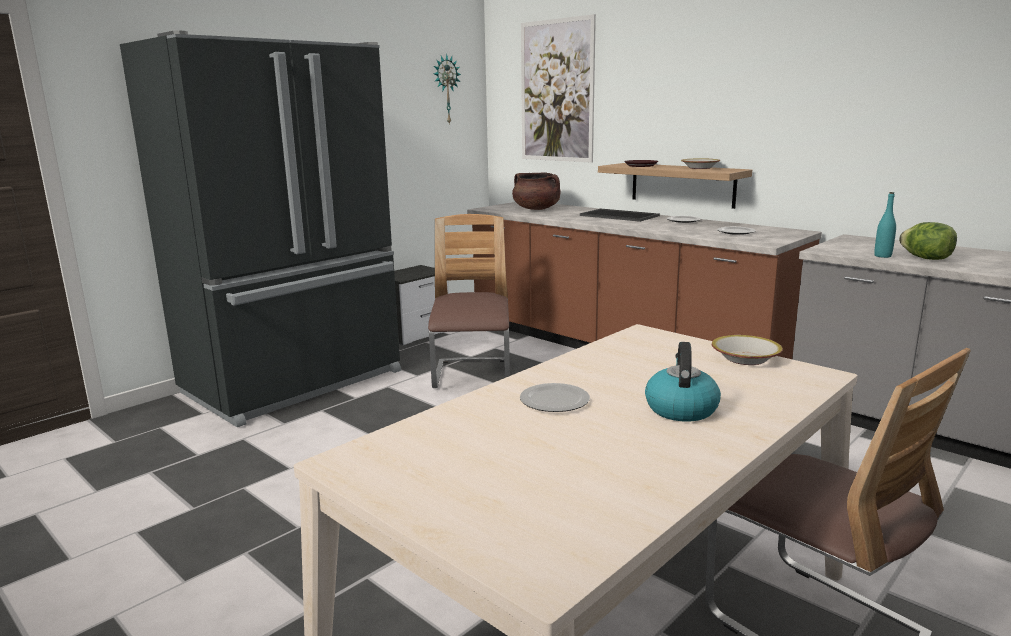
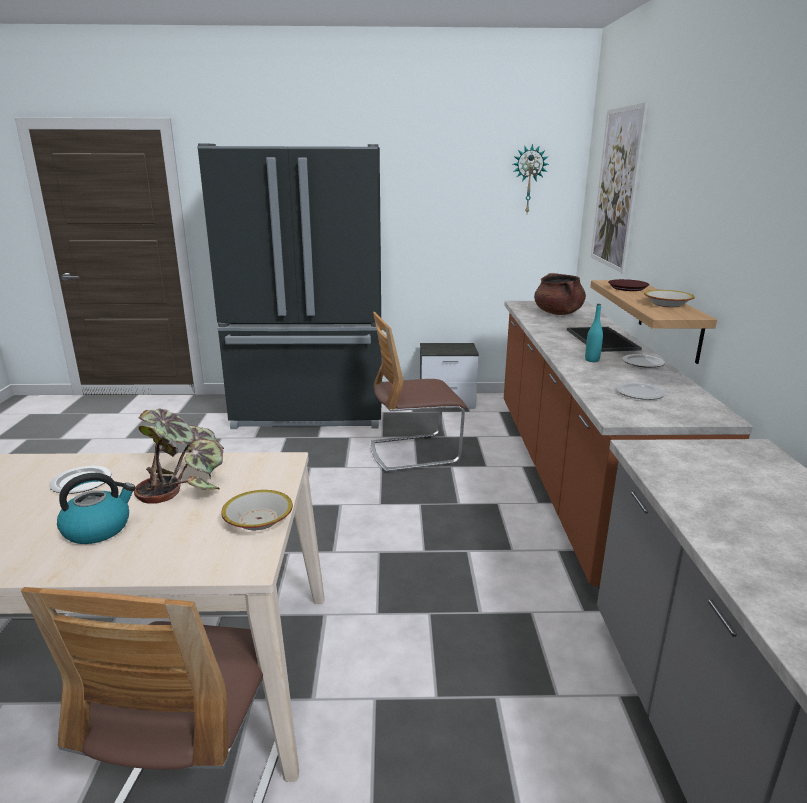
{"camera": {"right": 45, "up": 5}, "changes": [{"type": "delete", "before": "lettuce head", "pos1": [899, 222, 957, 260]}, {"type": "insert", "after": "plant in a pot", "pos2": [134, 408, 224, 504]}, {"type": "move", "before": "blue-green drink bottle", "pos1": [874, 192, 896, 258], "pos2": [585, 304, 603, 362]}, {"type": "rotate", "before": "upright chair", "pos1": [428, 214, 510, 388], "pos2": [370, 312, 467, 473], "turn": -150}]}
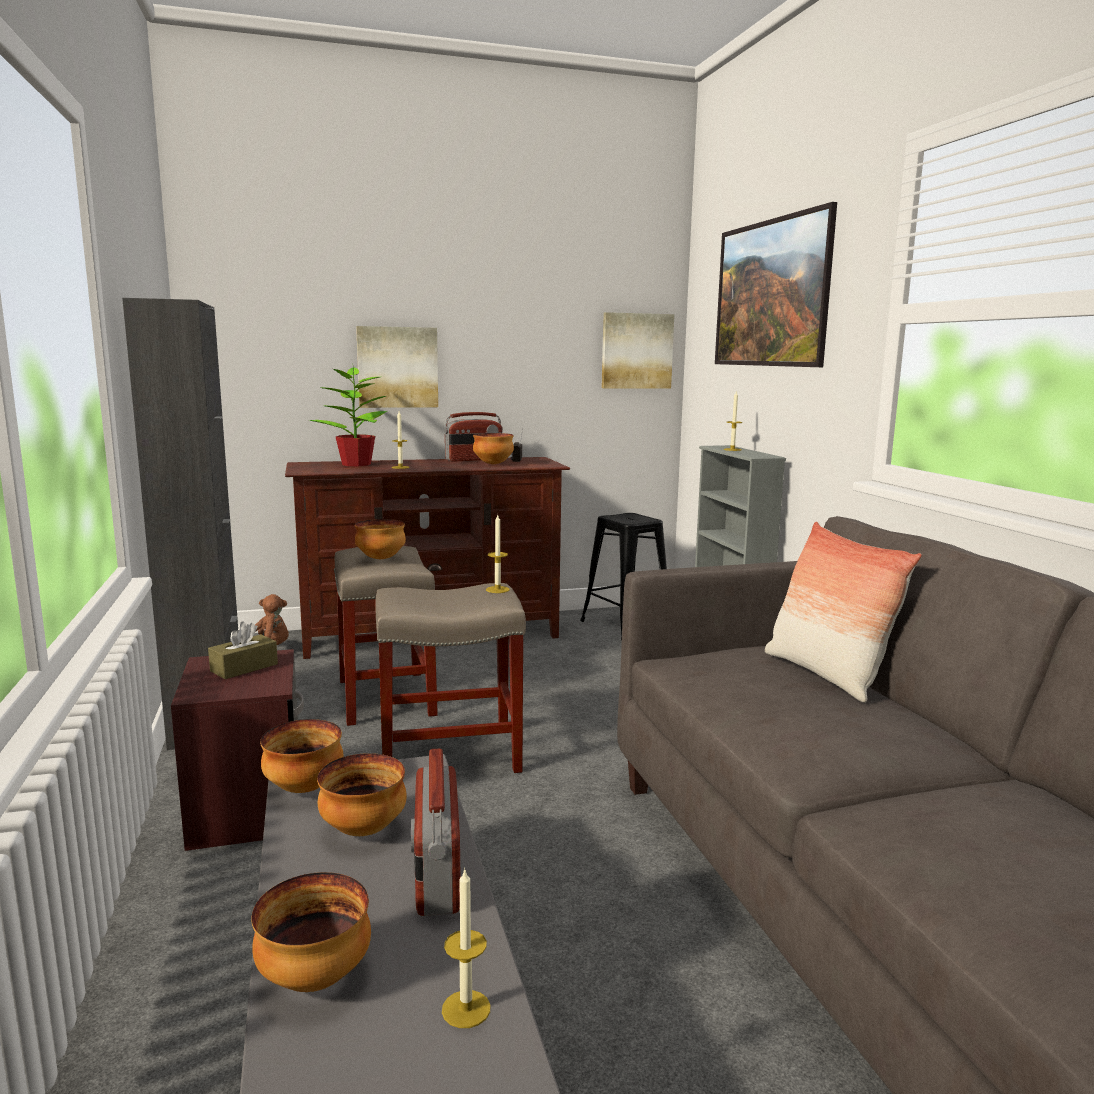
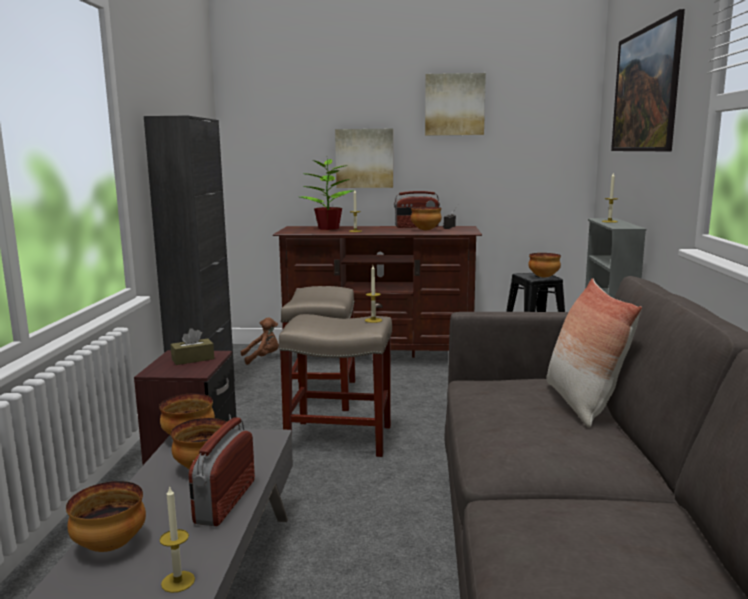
{"camera": {"right": 20, "up": 0}, "changes": [{"type": "move", "before": "serving bowl", "pos1": [355, 519, 406, 559], "pos2": [528, 253, 561, 278]}, {"type": "move", "before": "wall picture", "pos1": [602, 312, 674, 389], "pos2": [425, 73, 486, 136]}]}
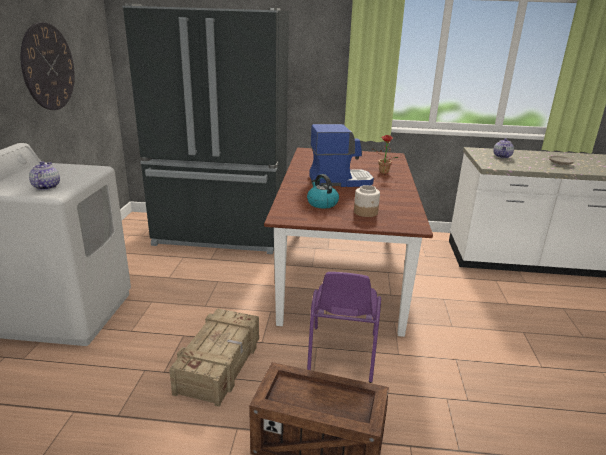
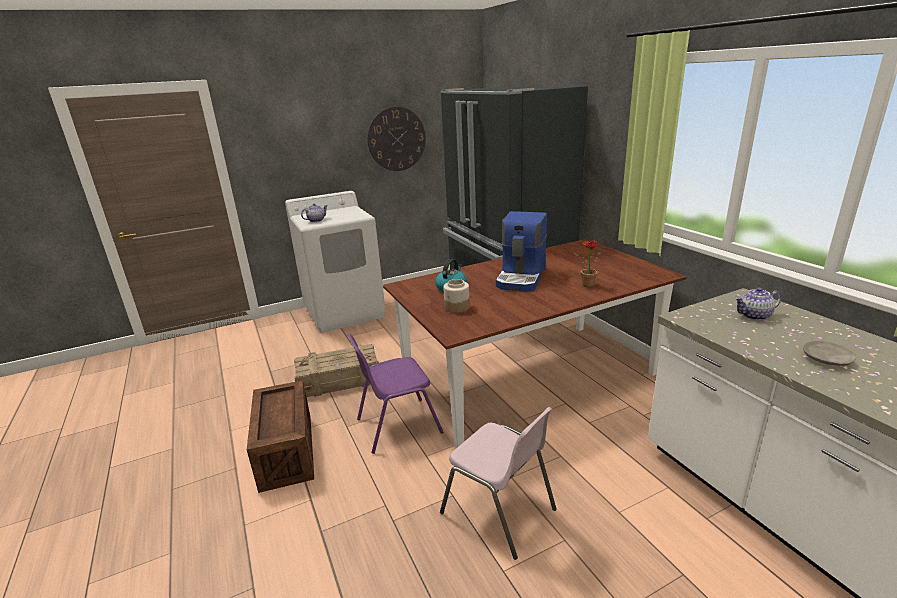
{"camera": {"right": 60, "up": 0}, "changes": [{"type": "insert", "after": "pink upright chair", "pos2": [440, 407, 557, 560]}, {"type": "rotate", "before": "coffee maker", "pos1": [309, 124, 374, 187], "pos2": [496, 211, 547, 292], "turn": 60}]}
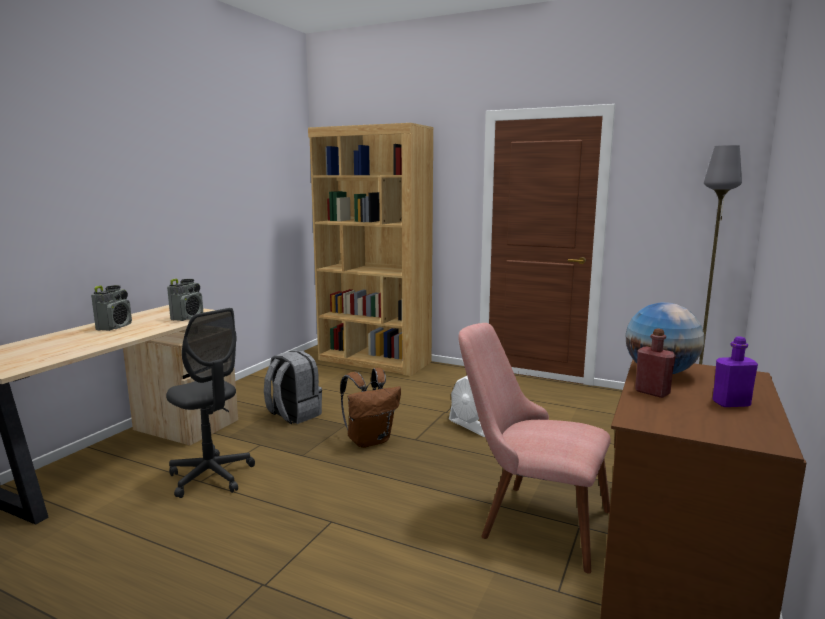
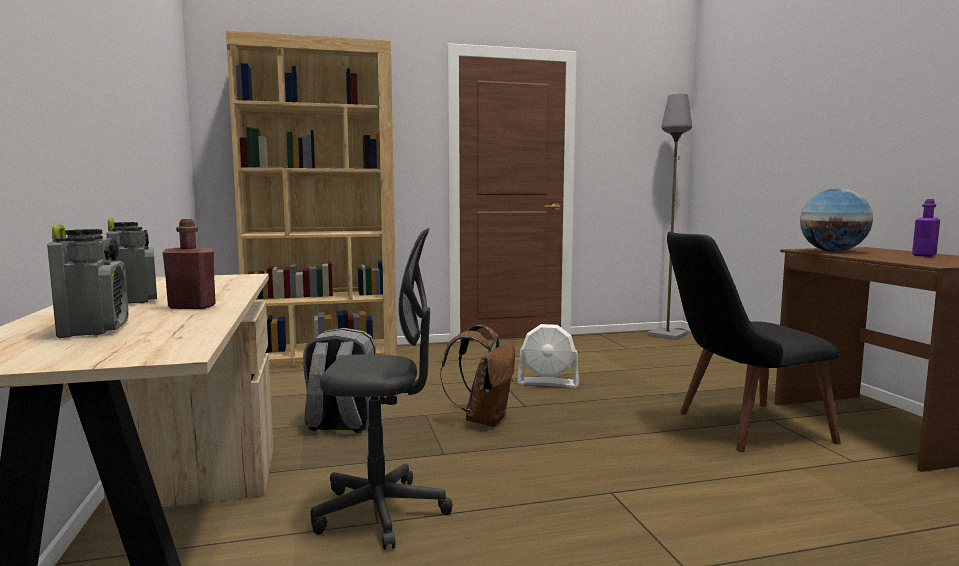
{"camera": {"right": -40, "up": -5}, "changes": [{"type": "move", "before": "radio", "pos1": [167, 279, 203, 321], "pos2": [47, 225, 129, 338]}, {"type": "move", "before": "red-coloured drink bottle", "pos1": [635, 328, 676, 398], "pos2": [163, 219, 216, 309]}, {"type": "recolor", "before": "pink upright chair", "after": "blackish upright chair", "pos1": [458, 323, 611, 574], "pos2": [667, 231, 841, 452]}]}
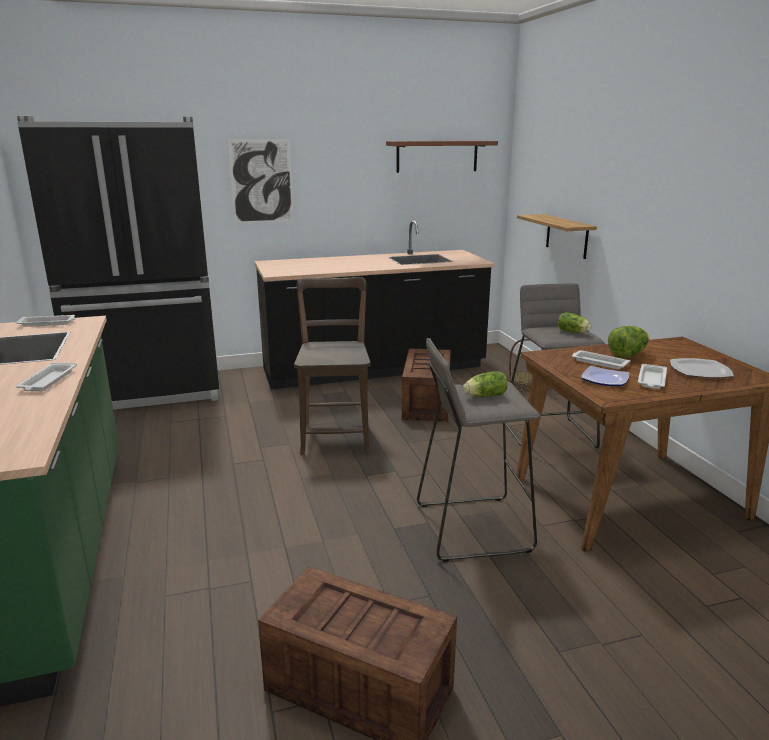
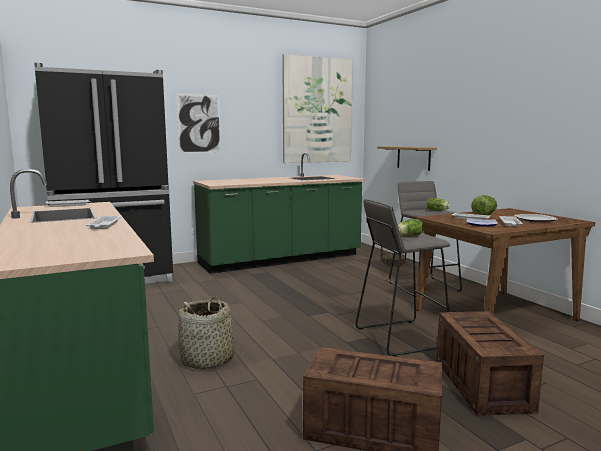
{"camera": {"right": -10, "up": -10}, "changes": [{"type": "delete", "before": "brownish upright chair", "pos1": [294, 277, 371, 455]}, {"type": "insert", "after": "household basket", "pos2": [178, 296, 243, 370]}, {"type": "move", "before": "crate", "pos1": [402, 348, 451, 422], "pos2": [436, 311, 544, 416]}, {"type": "replace", "before": "brownish shelf", "after": "wall picture", "pos1": [386, 141, 498, 173], "pos2": [282, 54, 353, 163]}, {"type": "recolor", "before": "blackish kitchen counter", "after": "greenish kitchen counter", "pos1": [255, 220, 495, 389], "pos2": [193, 152, 365, 274]}]}
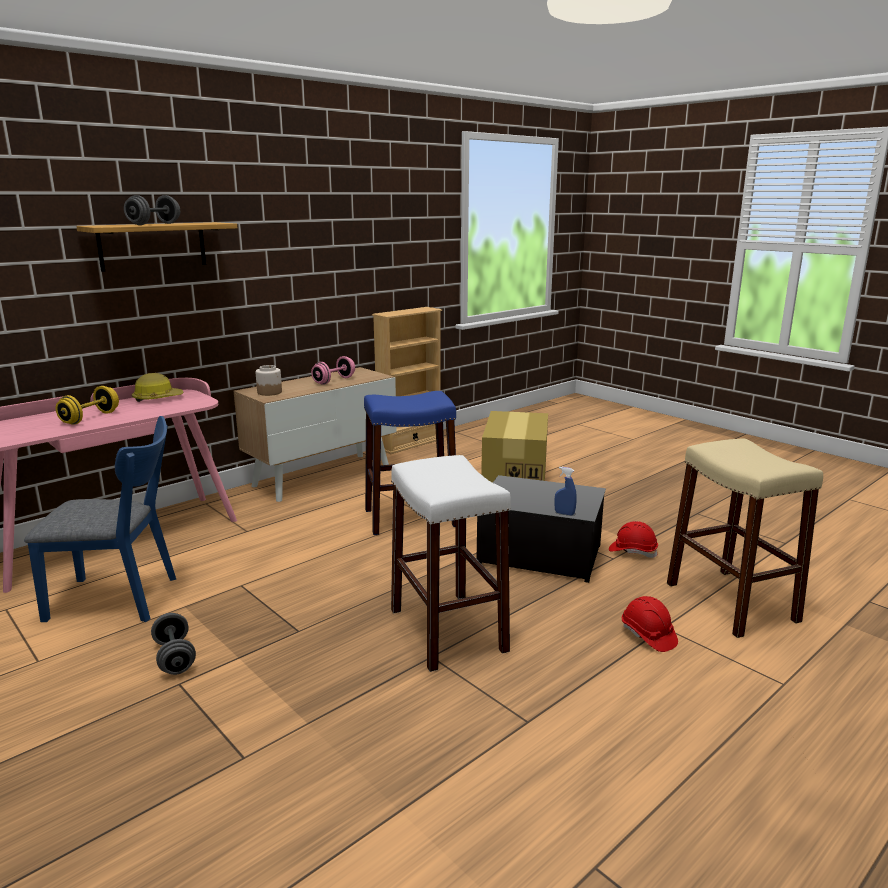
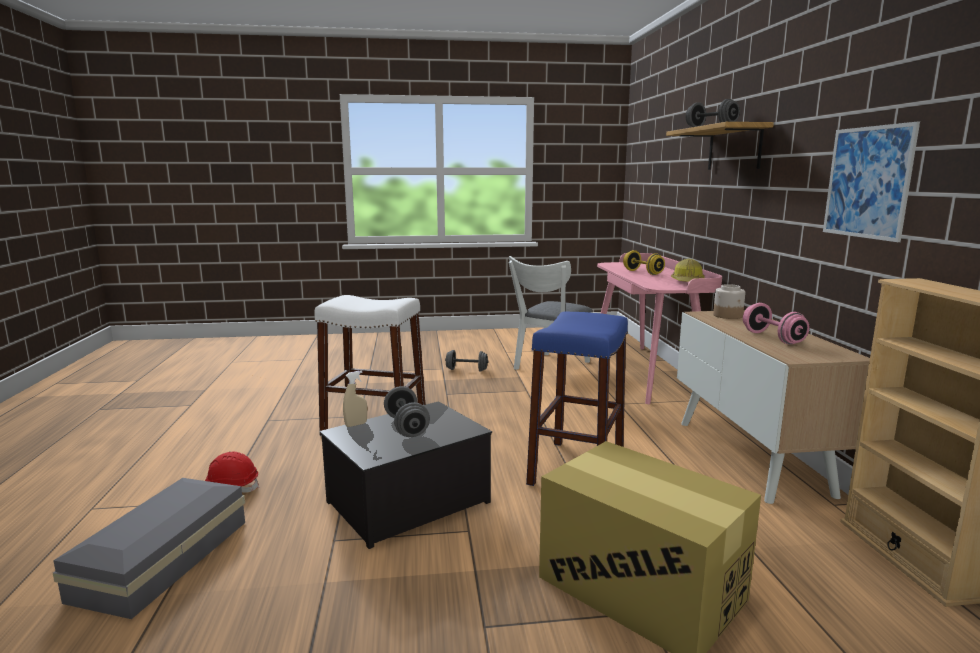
{"camera": {"right": 125, "up": -5}, "changes": [{"type": "delete", "before": "red-coloured safety helmet", "pos1": [609, 521, 658, 558]}, {"type": "insert", "after": "grey free weight", "pos2": [384, 386, 430, 437]}, {"type": "insert", "after": "wall picture", "pos2": [823, 121, 920, 242]}, {"type": "replace", "before": "sand-coloured stool", "after": "grey storage box", "pos1": [667, 439, 823, 638], "pos2": [53, 478, 245, 619]}, {"type": "recolor", "before": "blue-coloured upright chair", "after": "white-coloured upright chair", "pos1": [24, 416, 176, 622], "pos2": [509, 256, 592, 370]}, {"type": "recolor", "before": "blue-coloured hand sprayer", "after": "sand-coloured hand sprayer", "pos1": [555, 467, 577, 515], "pos2": [343, 371, 367, 427]}]}
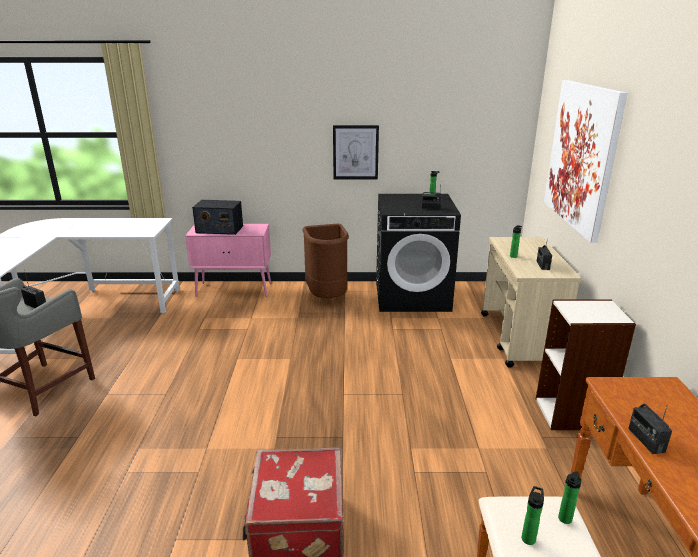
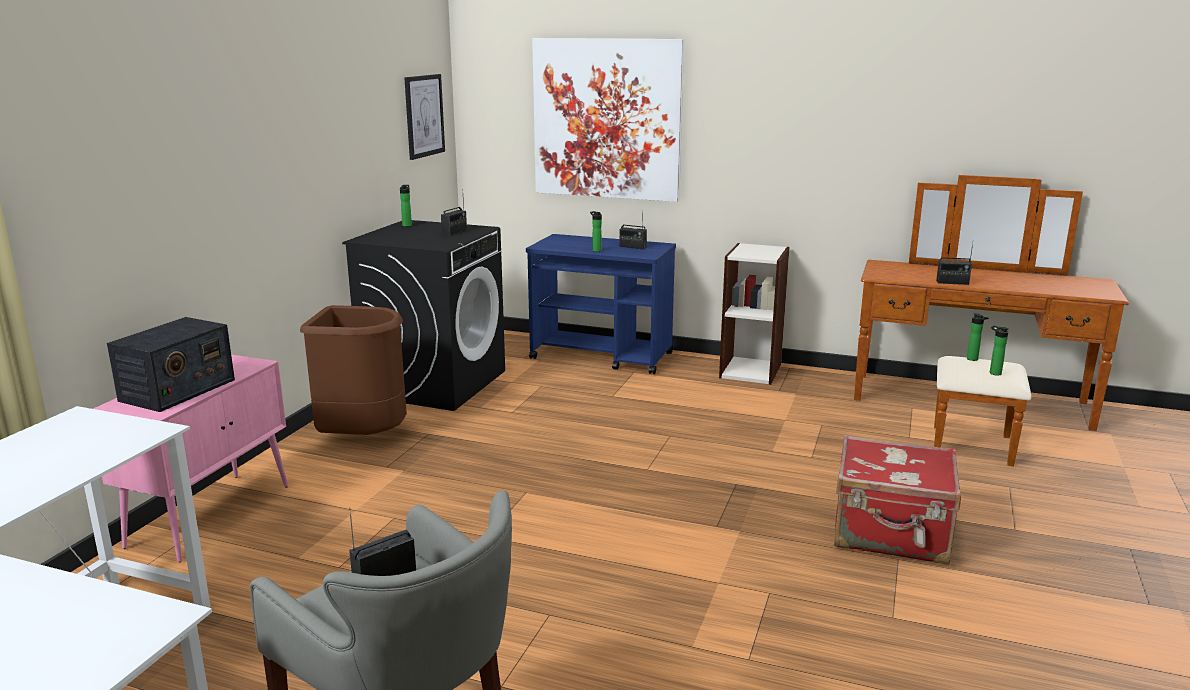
{"camera": {"right": -70, "up": -5}, "changes": [{"type": "move", "before": "wall picture", "pos1": [333, 125, 379, 179], "pos2": [404, 74, 445, 160]}, {"type": "recolor", "before": "sand-coloured trolley", "after": "blue-coloured trolley", "pos1": [481, 237, 581, 368], "pos2": [526, 234, 676, 375]}]}
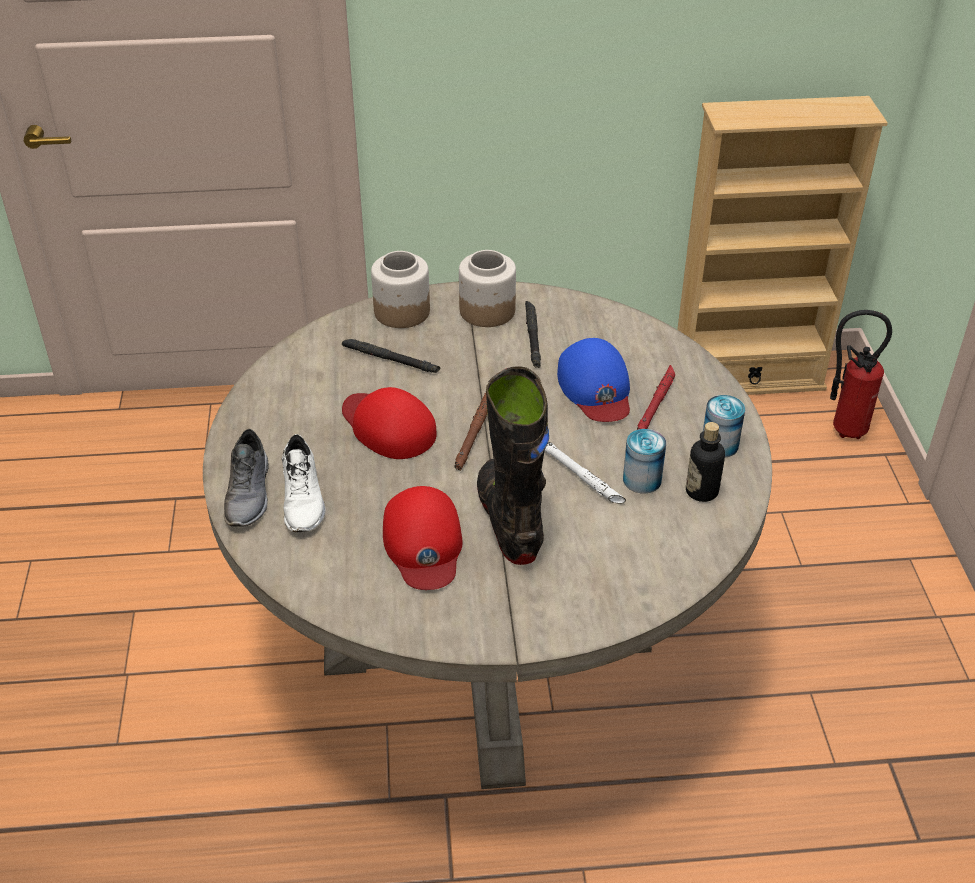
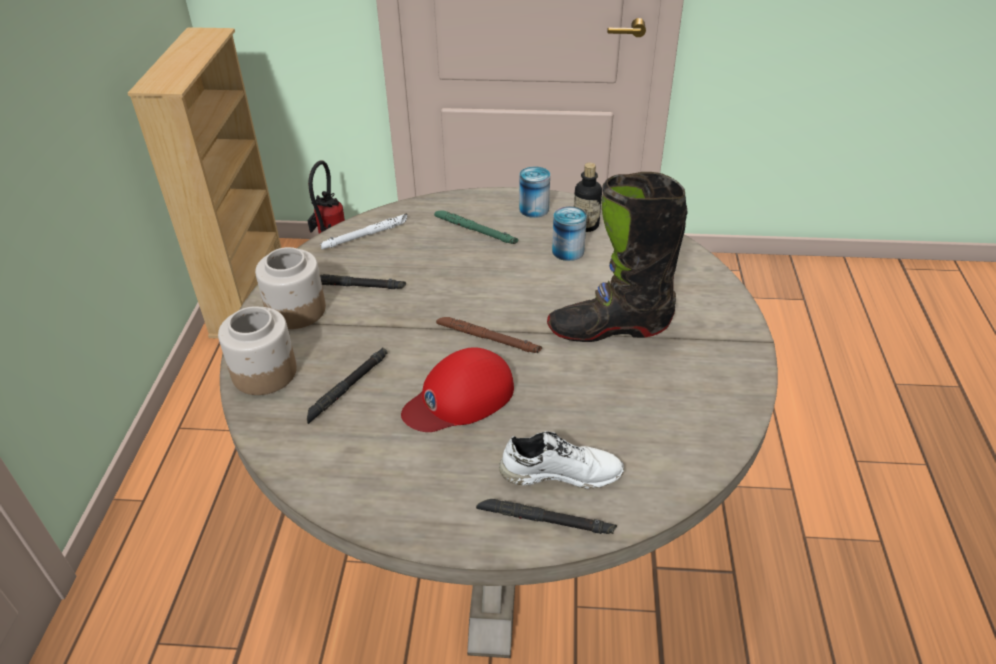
{"camera": {"right": -80, "up": 0}, "changes": [{"type": "delete", "before": "red-coloured baseball cap", "pos1": [383, 486, 462, 590]}, {"type": "delete", "before": "blue-coloured baseball cap", "pos1": [557, 338, 630, 422]}, {"type": "move", "before": "white-coloured hand torch", "pos1": [545, 442, 626, 504], "pos2": [320, 214, 407, 250]}, {"type": "replace", "before": "grey item of footwear", "after": "blackish hand torch", "pos1": [224, 429, 269, 527], "pos2": [476, 499, 617, 534]}, {"type": "recolor", "before": "red-coloured hand torch", "after": "greenish hand torch", "pos1": [637, 365, 675, 430], "pos2": [434, 210, 519, 244]}]}
